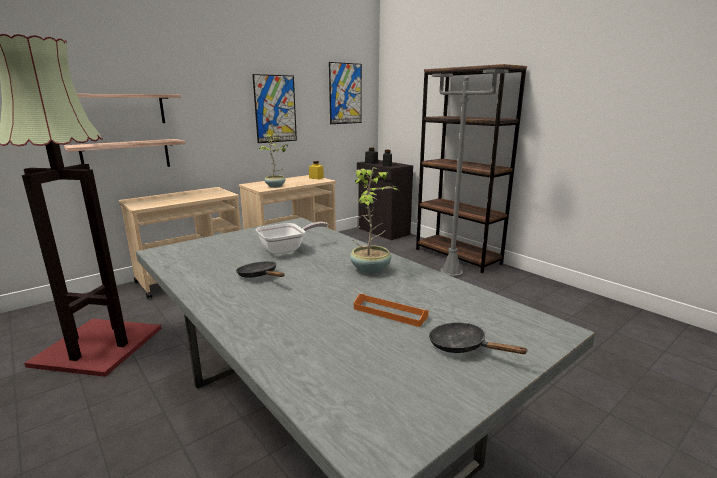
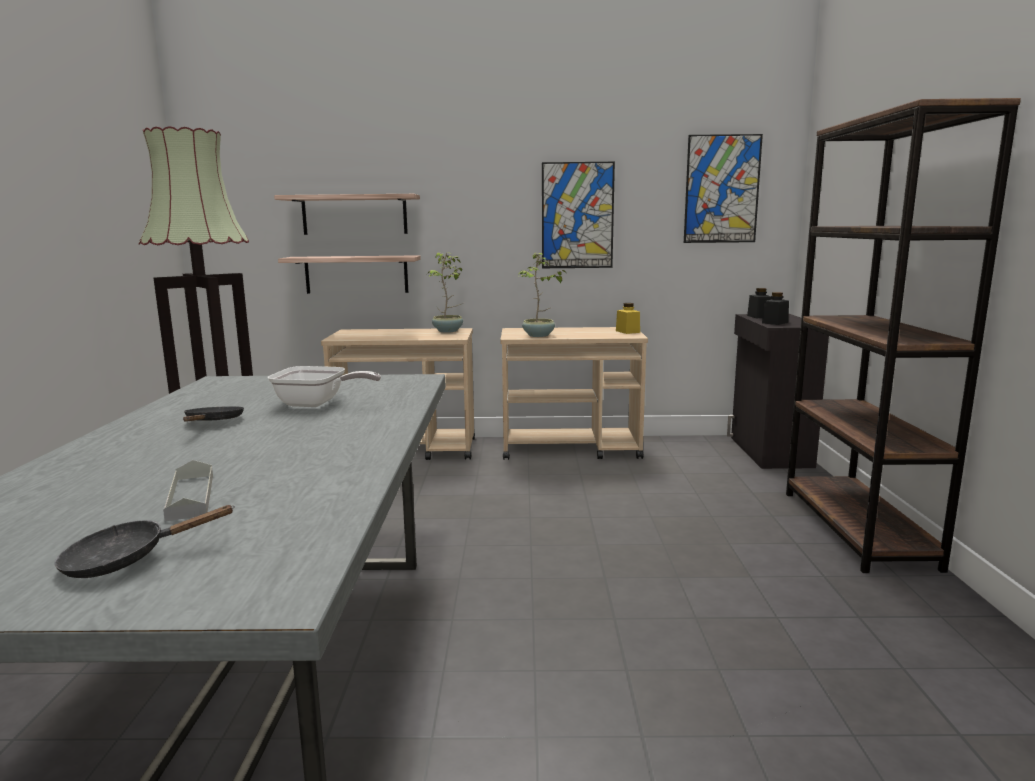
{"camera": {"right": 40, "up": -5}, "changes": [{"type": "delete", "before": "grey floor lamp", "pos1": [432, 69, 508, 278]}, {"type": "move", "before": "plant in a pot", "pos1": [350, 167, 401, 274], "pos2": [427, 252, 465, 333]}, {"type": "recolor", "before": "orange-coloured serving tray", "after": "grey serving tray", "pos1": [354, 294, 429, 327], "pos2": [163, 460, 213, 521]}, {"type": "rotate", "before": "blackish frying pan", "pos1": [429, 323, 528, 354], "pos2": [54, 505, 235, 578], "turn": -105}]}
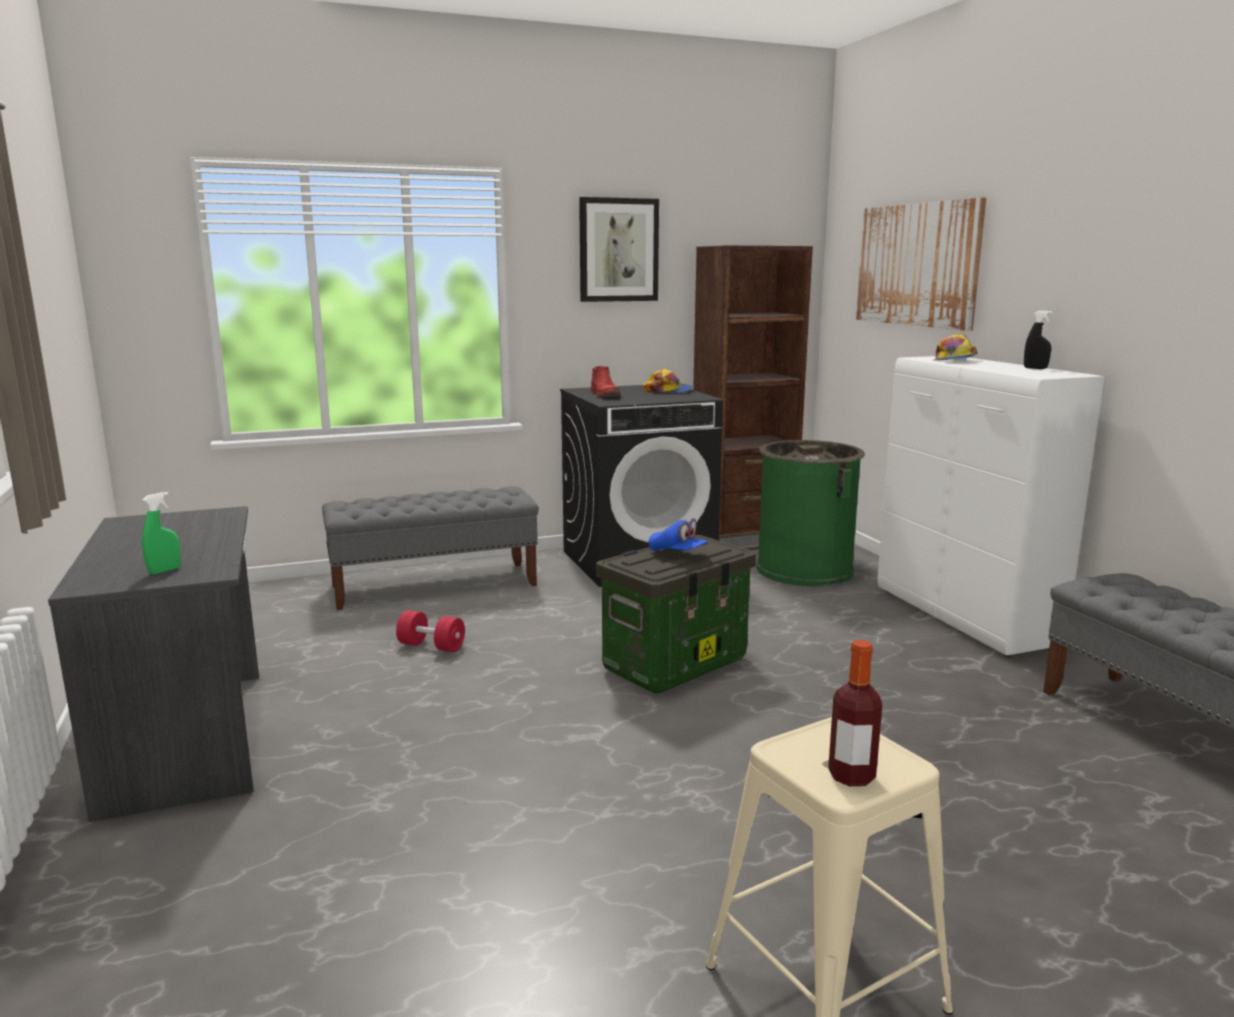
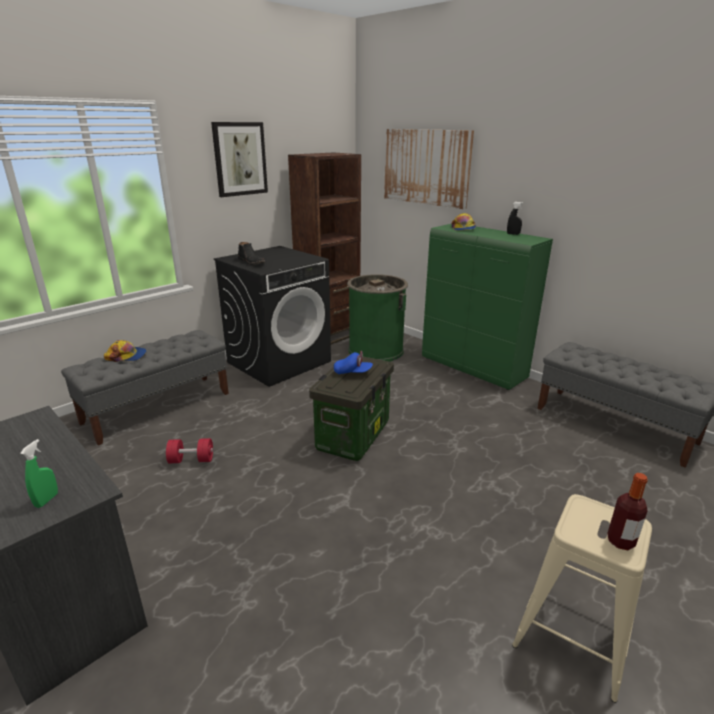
{"camera": {"right": -25, "up": 10}, "changes": [{"type": "move", "before": "baseball cap", "pos1": [643, 369, 693, 393], "pos2": [104, 340, 147, 362]}, {"type": "recolor", "before": "red-coloured high-top boot", "after": "blackish high-top boot", "pos1": [591, 366, 621, 397], "pos2": [238, 242, 265, 265]}, {"type": "recolor", "before": "white-coloured cabinet", "after": "greenish cabinet", "pos1": [878, 356, 1105, 657], "pos2": [422, 224, 553, 390]}]}
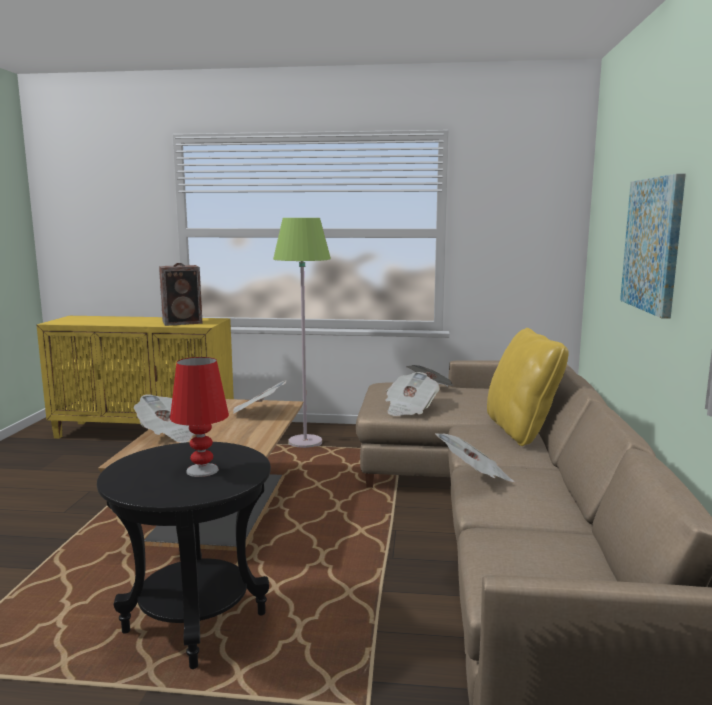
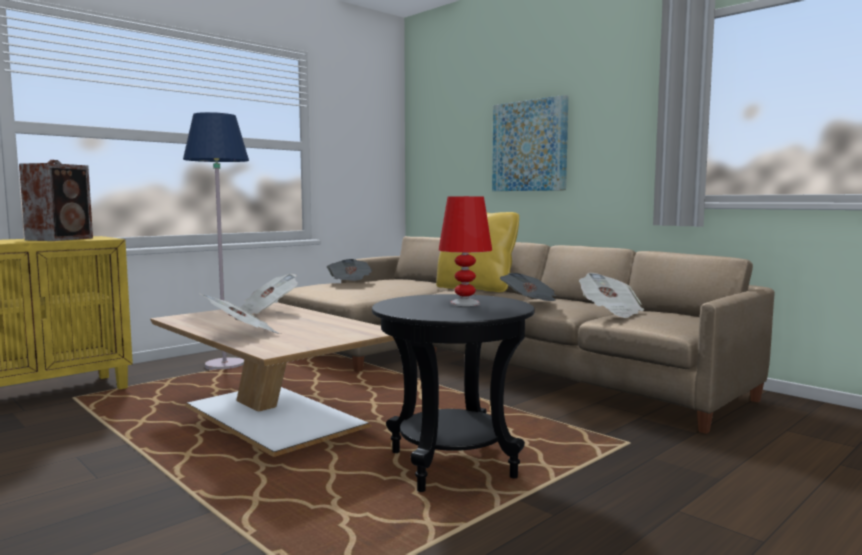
{"camera": {"right": -50, "up": -5}, "changes": [{"type": "move", "before": "daily paper", "pos1": [385, 372, 439, 416], "pos2": [579, 273, 644, 318]}, {"type": "recolor", "before": "greenish floor lamp", "after": "blue-coloured floor lamp", "pos1": [273, 218, 331, 448], "pos2": [183, 112, 249, 370]}]}
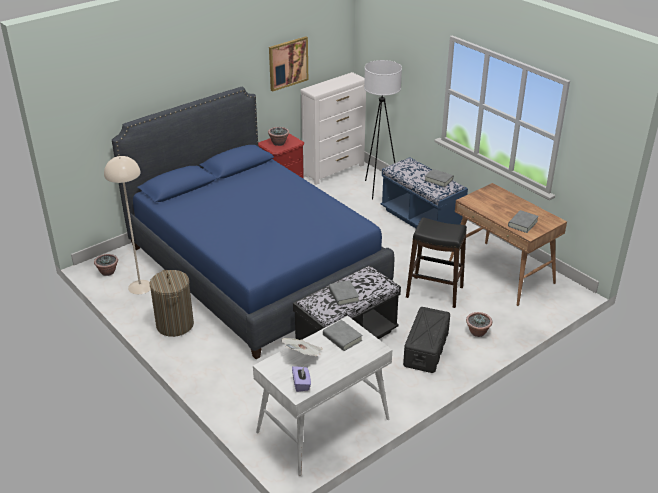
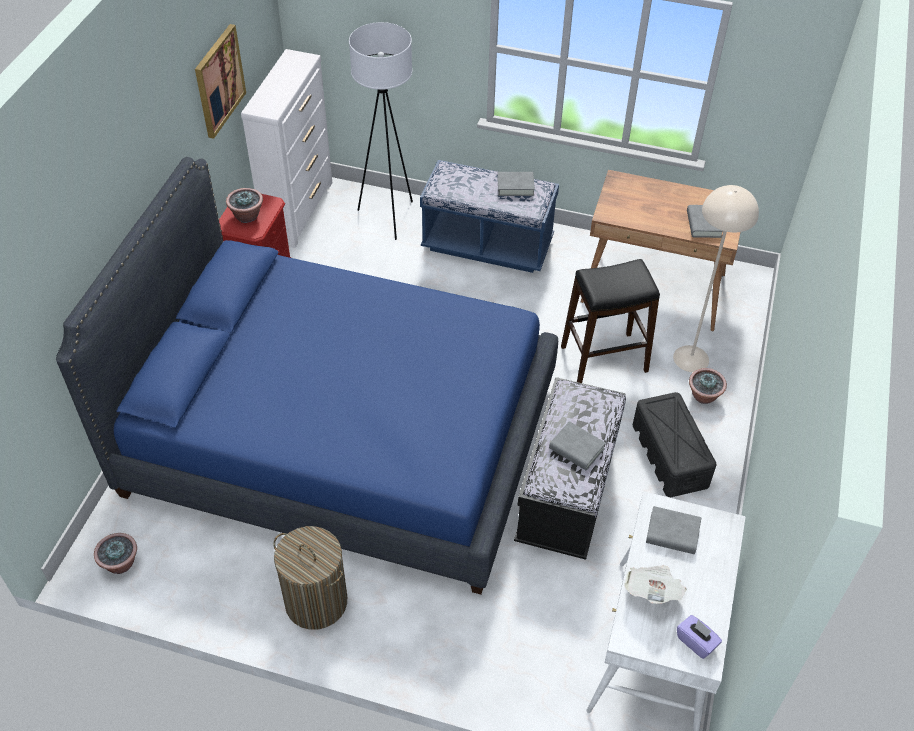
{"camera": {"right": -35, "up": 15}, "changes": [{"type": "move", "before": "sand-coloured floor lamp", "pos1": [104, 156, 151, 294], "pos2": [673, 185, 759, 372]}]}
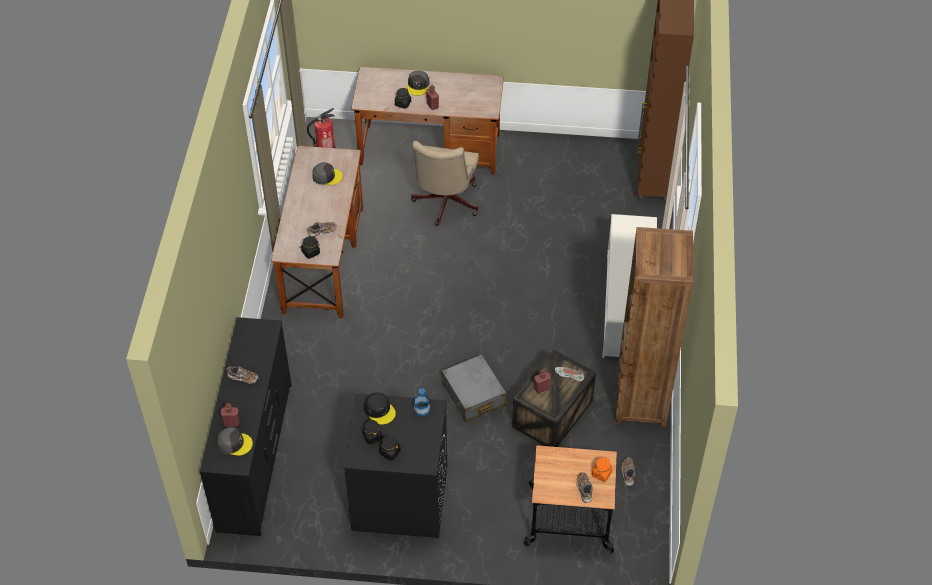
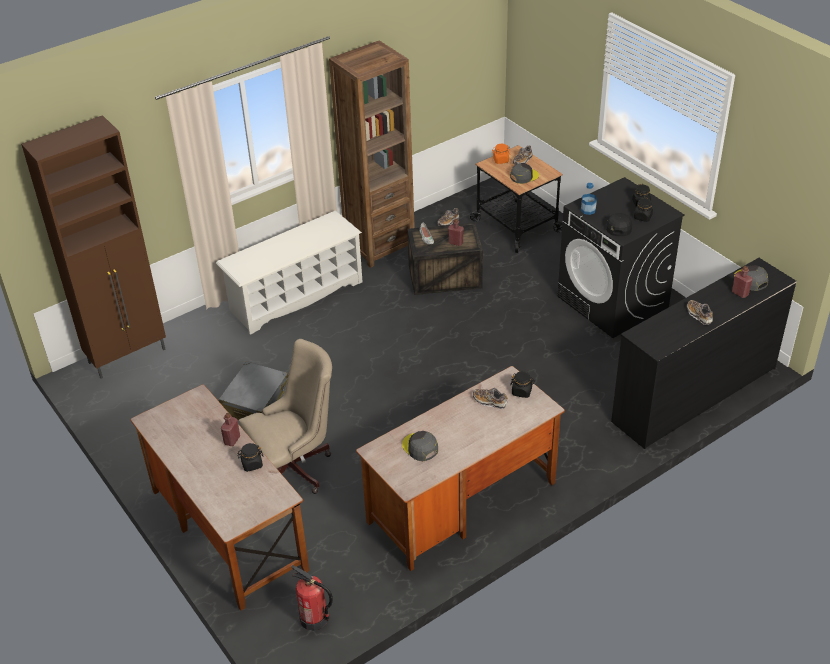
{"camera": {"right": -130, "up": -10}, "changes": [{"type": "move", "before": "grey baseball cap", "pos1": [407, 71, 430, 96], "pos2": [510, 163, 539, 184]}, {"type": "move", "before": "grey suitcase", "pos1": [442, 354, 506, 422], "pos2": [219, 361, 288, 420]}]}
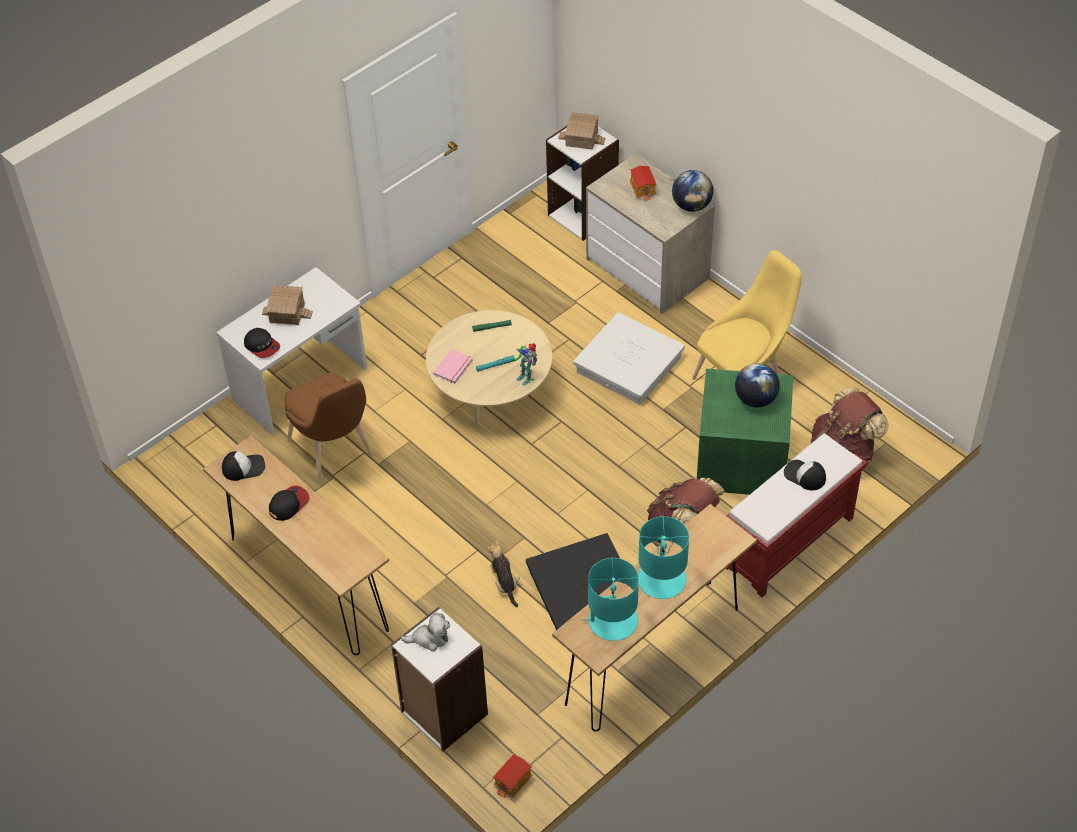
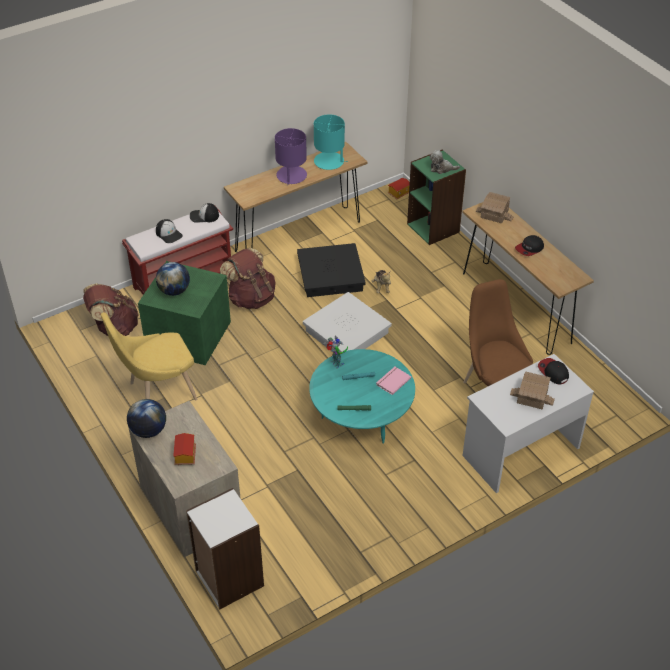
{"camera": {"right": -170, "up": -5}, "changes": [{"type": "move", "before": "baseball cap", "pos1": [222, 451, 265, 481], "pos2": [190, 203, 219, 223]}, {"type": "move", "before": "model house", "pos1": [558, 112, 605, 150], "pos2": [476, 192, 514, 224]}, {"type": "move", "before": "white-coloured storage box", "pos1": [573, 312, 685, 405], "pos2": [303, 292, 392, 353]}, {"type": "recolor", "before": "white-coloured bookcase", "after": "greenish bookcase", "pos1": [391, 607, 488, 752], "pos2": [407, 149, 466, 245]}, {"type": "recolor", "before": "sand-coloured low table", "after": "blue-green low table", "pos1": [426, 310, 552, 428], "pos2": [309, 349, 415, 443]}, {"type": "recolor", "before": "blue-green lamp for a table", "after": "purple lamp for a table", "pos1": [638, 516, 689, 599], "pos2": [275, 128, 307, 186]}]}
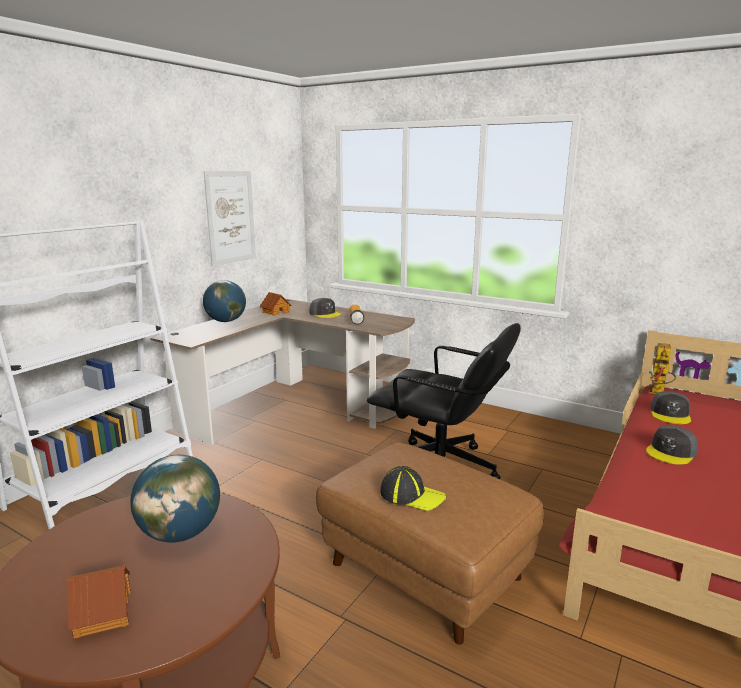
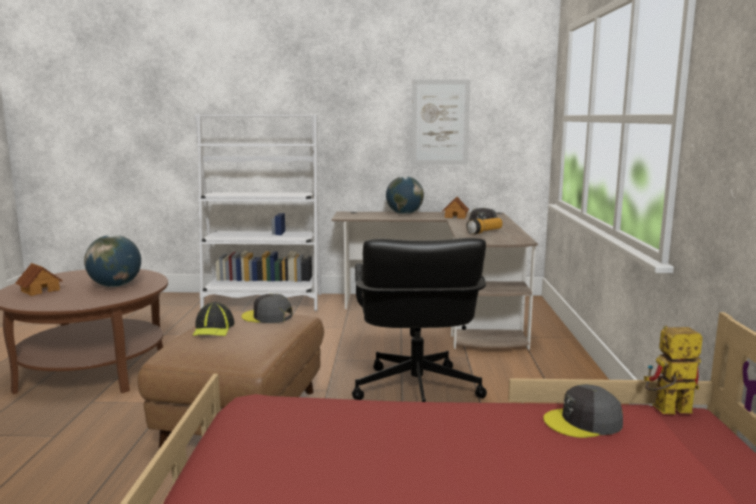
{"camera": {"right": 60, "up": -5}, "changes": [{"type": "move", "before": "grey baseball cap", "pos1": [646, 425, 698, 465], "pos2": [241, 294, 293, 323]}]}
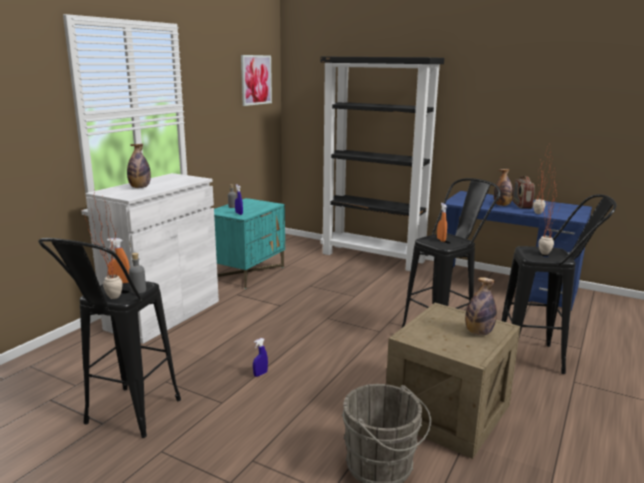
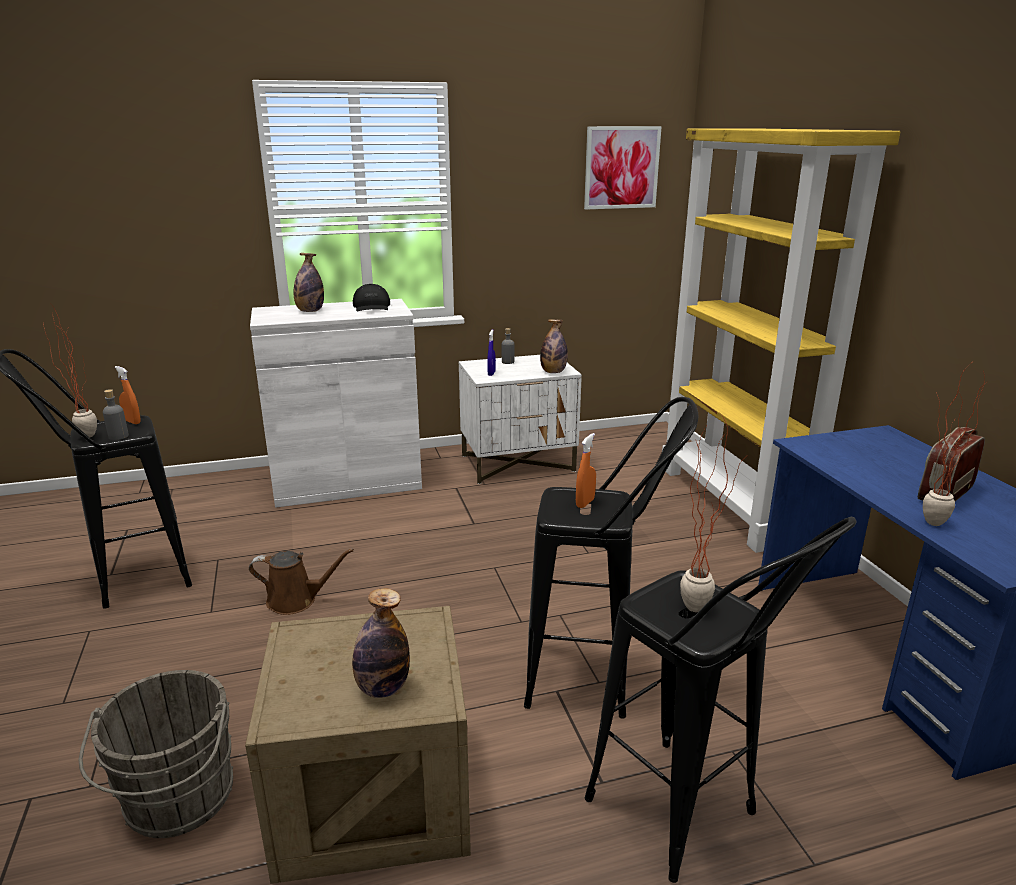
{"camera": {"right": 45, "up": 5}, "changes": [{"type": "insert", "after": "blackish baseball cap", "pos2": [353, 284, 390, 311]}, {"type": "move", "before": "drink bottle", "pos1": [494, 169, 513, 206], "pos2": [540, 319, 568, 373]}, {"type": "replace", "before": "blue-coloured hand sprayer", "after": "brownish watering can", "pos1": [253, 338, 268, 377], "pos2": [249, 549, 354, 615]}, {"type": "recolor", "before": "blue-green nightstand", "after": "white-coloured nightstand", "pos1": [214, 198, 285, 289], "pos2": [459, 355, 582, 484]}, {"type": "recolor", "before": "blackish bookcase", "after": "yellow-coloured bookcase", "pos1": [320, 57, 444, 271], "pos2": [662, 128, 901, 553]}]}
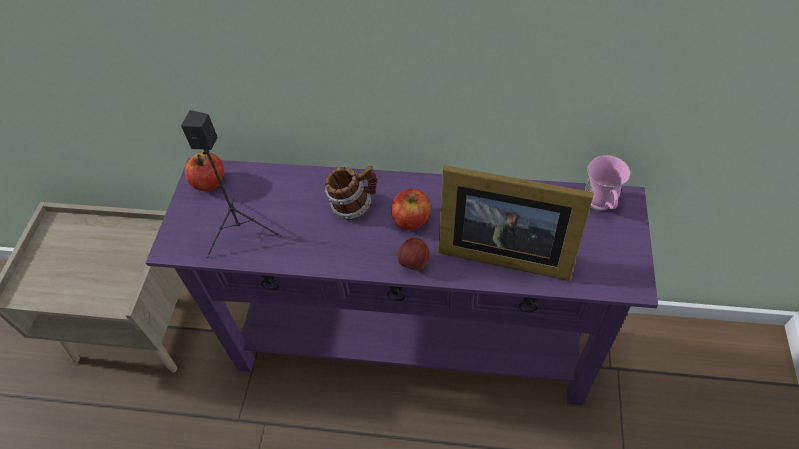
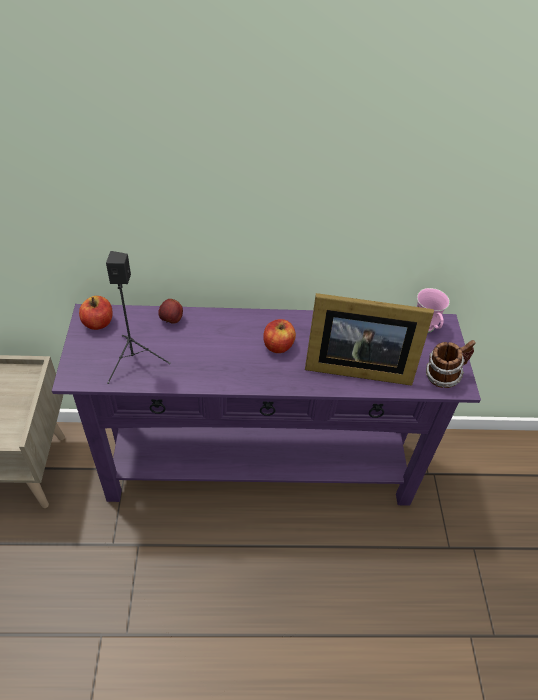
{"camera": {"right": -15, "up": -5}, "changes": [{"type": "move", "before": "coffee mug", "pos1": [325, 166, 377, 220], "pos2": [426, 340, 476, 388]}, {"type": "move", "before": "apple fruit", "pos1": [397, 238, 429, 270], "pos2": [158, 299, 183, 324]}]}
